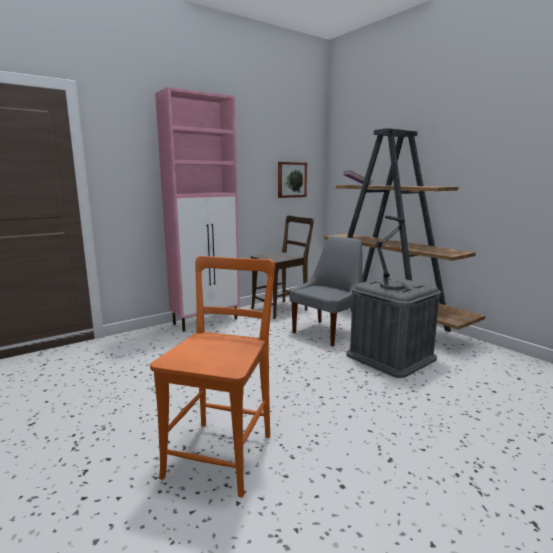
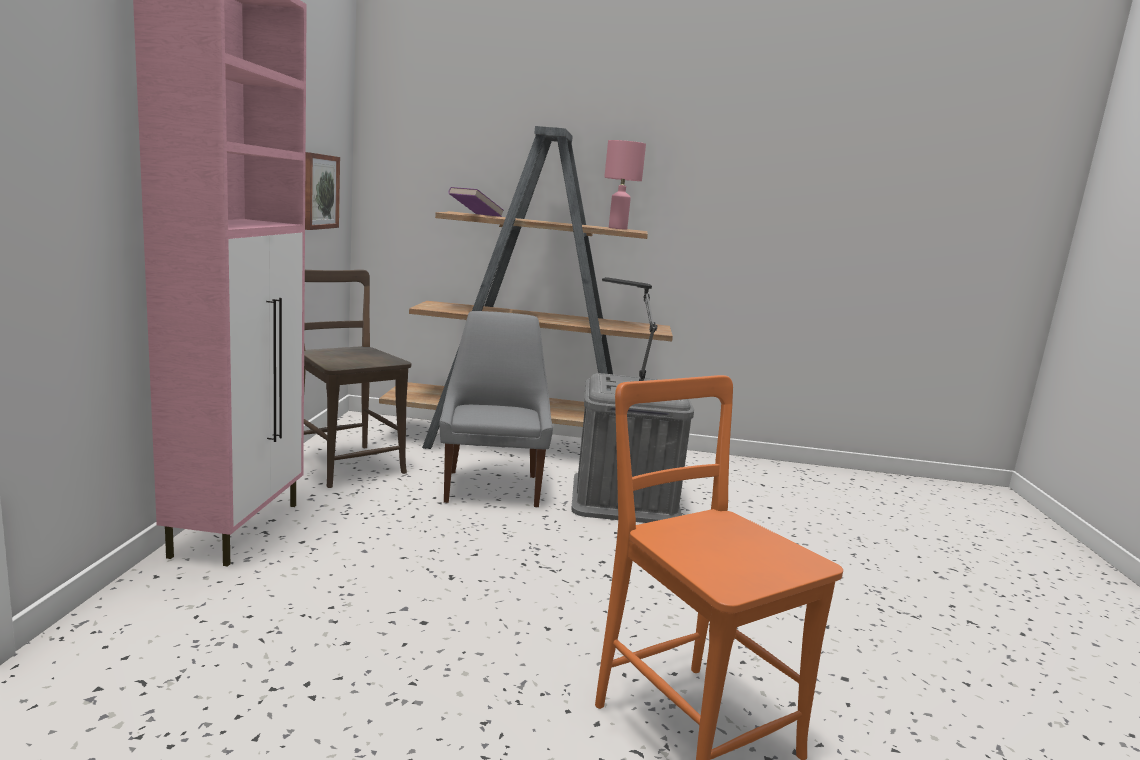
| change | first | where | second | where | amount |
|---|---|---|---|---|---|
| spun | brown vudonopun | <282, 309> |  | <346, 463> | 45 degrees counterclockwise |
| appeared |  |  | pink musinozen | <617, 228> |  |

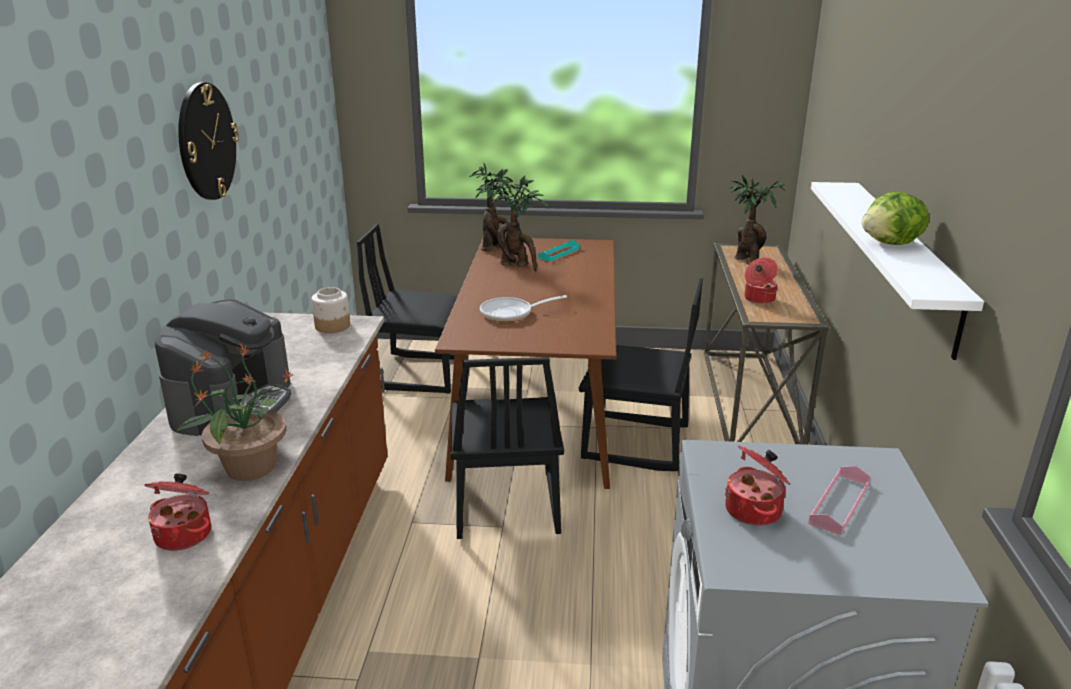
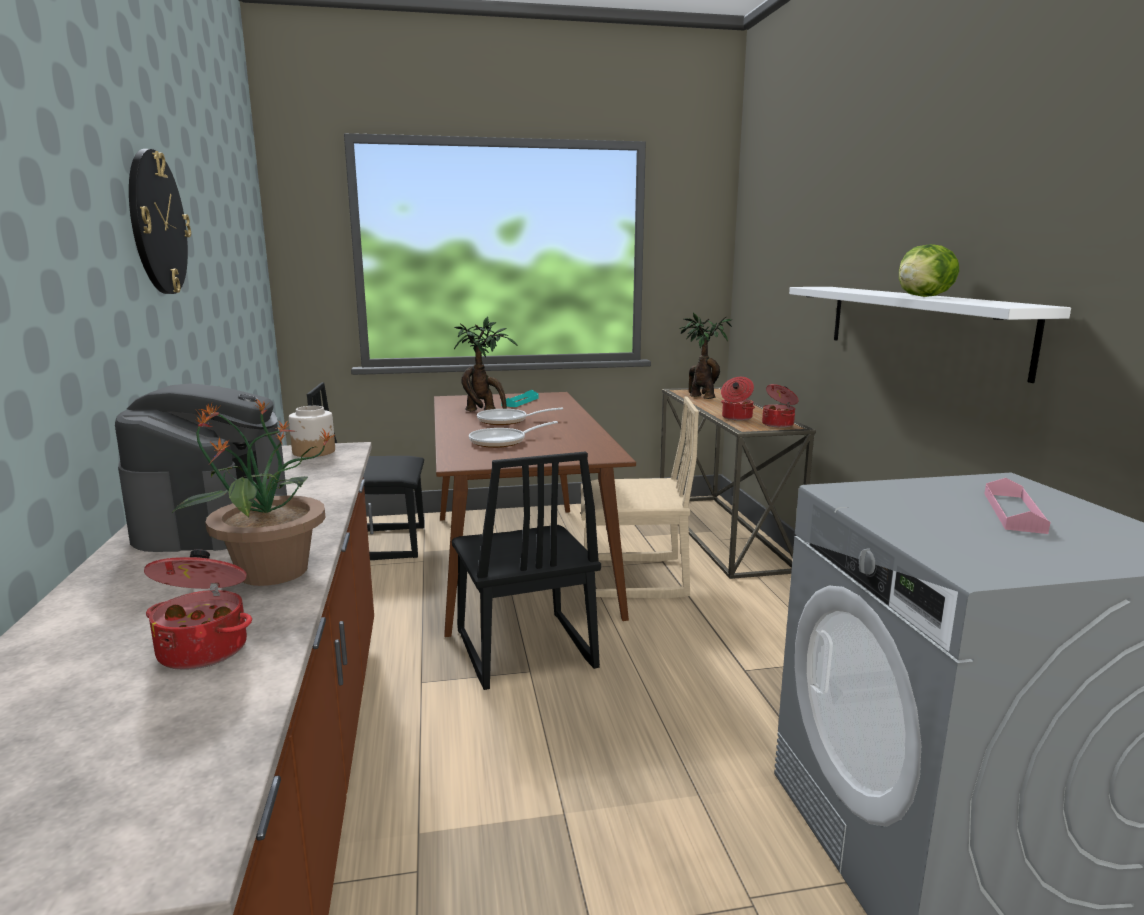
| change | first | where | second | where | amount |
|---|---|---|---|---|---|
| missing | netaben | <494, 247> |  |  |  |
| colour | black vudonopun | <635, 443> | beige vudonopun | <633, 578> |  |
| relocated | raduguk | <754, 510> |  | <778, 424> |  |
| appeared |  |  | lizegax | <507, 421> |  |

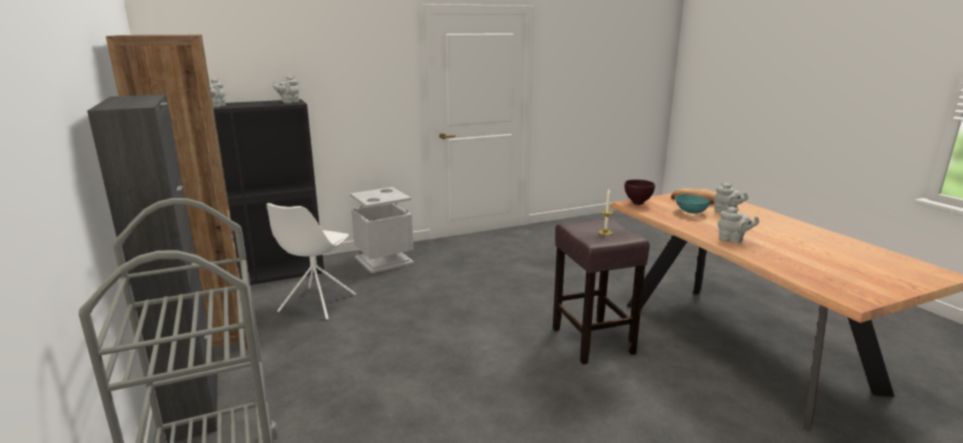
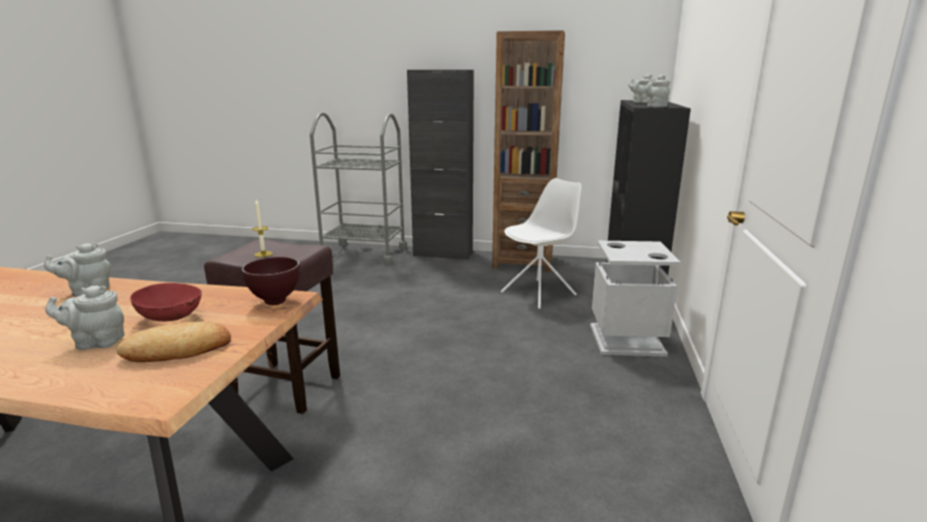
| change | first | where | second | where | amount |
|---|---|---|---|---|---|
| spun | white vudonopun | <316, 304> |  | <539, 293> | 90 degrees clockwise |
| colour | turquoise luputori | <690, 212> | red luputori | <172, 317> |  |

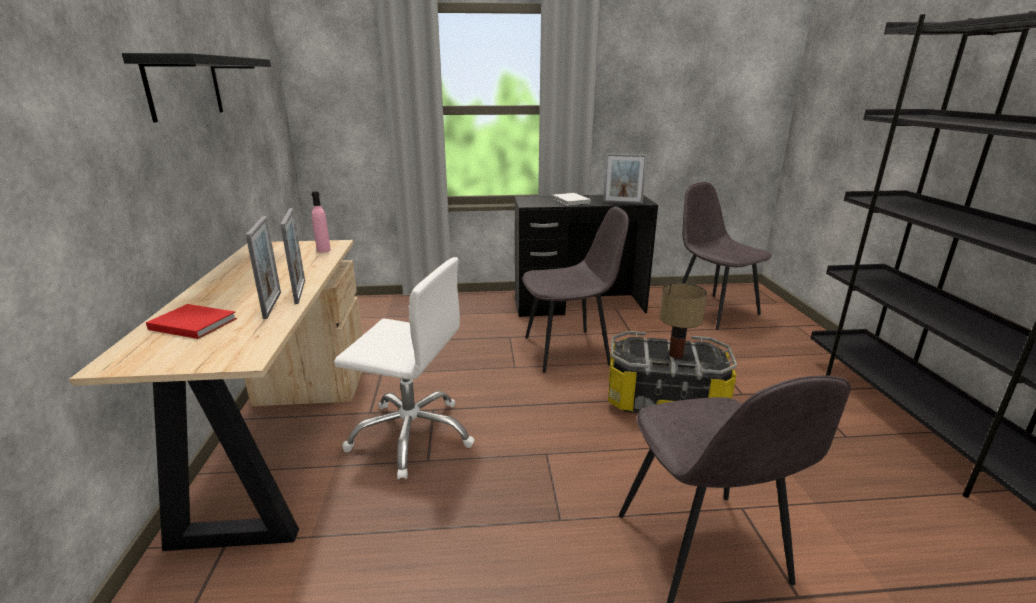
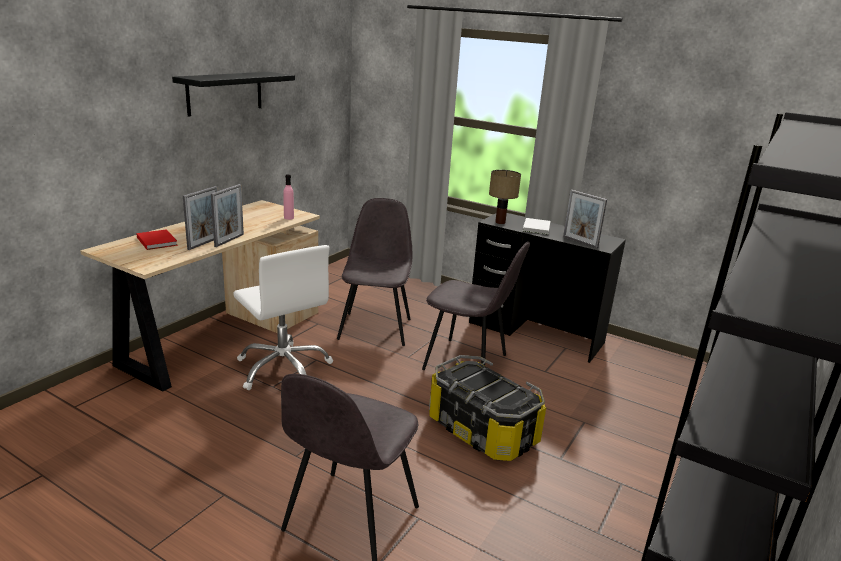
| change | first | where | second | where | amount |
|---|---|---|---|---|---|
| relocated | musinozen | <675, 354> |  | <500, 222> |  |
| relocated | grey vudonopun | <713, 311> |  | <375, 328> |  |

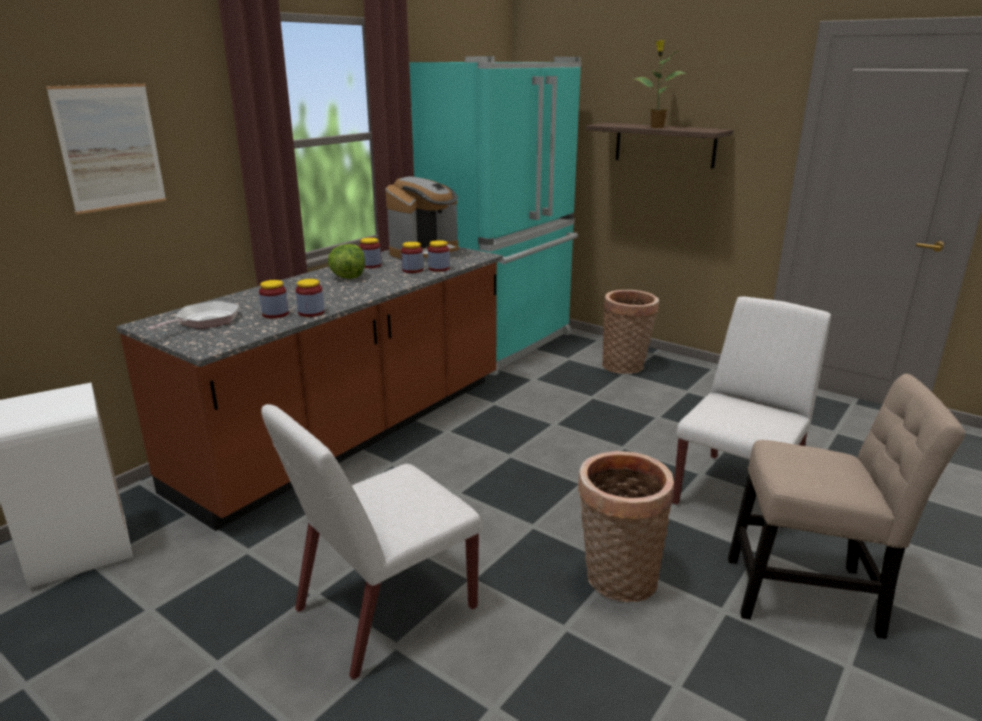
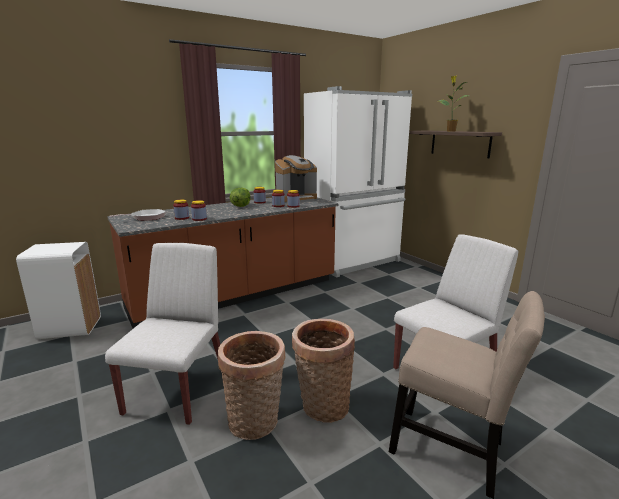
| change | first | where | second | where | amount |
|---|---|---|---|---|---|
| missing | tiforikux | <110, 147> |  |  |  |
| spun | white vudonopun | <384, 610> |  | <178, 389> | 120 degrees clockwise |
| colour | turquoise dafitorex | <502, 344> | white dafitorex | <354, 261> |  |
| relocated | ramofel | <625, 366> |  | <255, 423> |  |

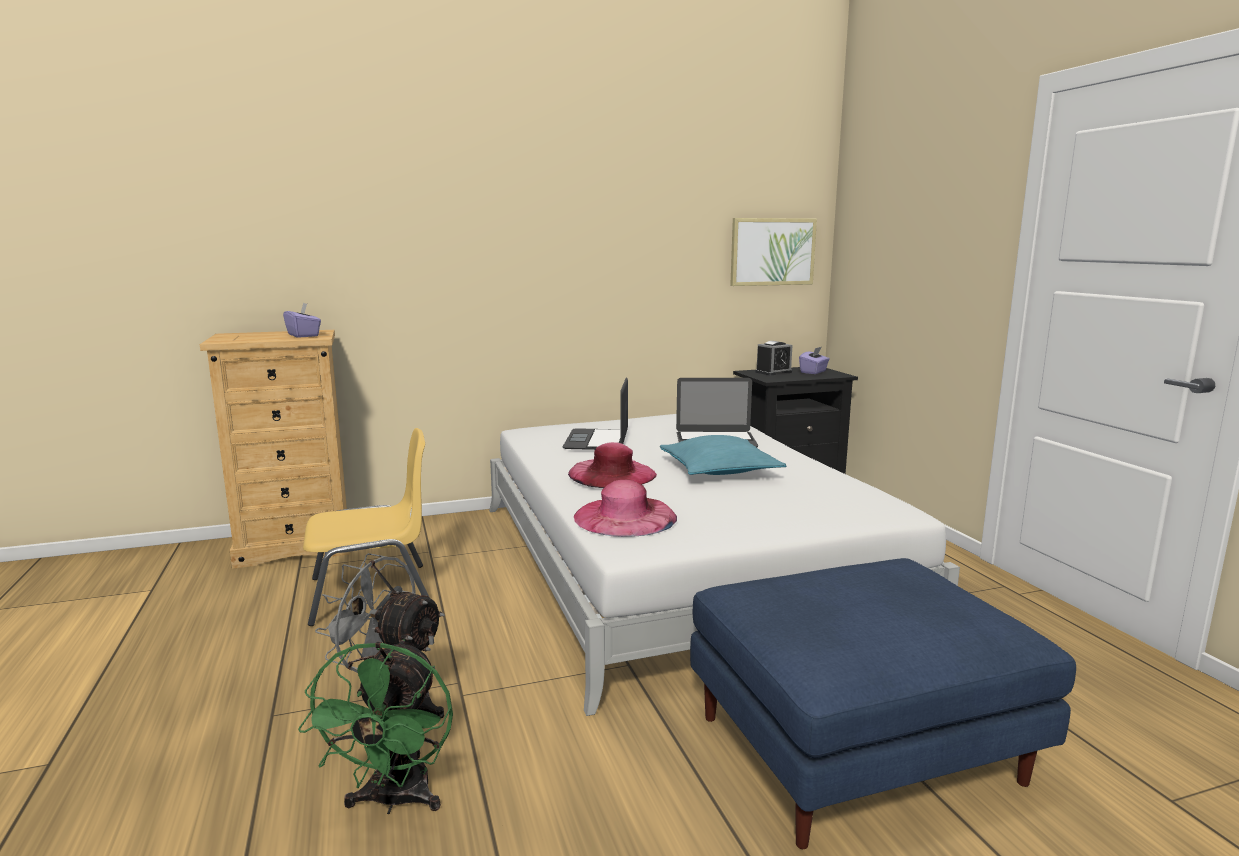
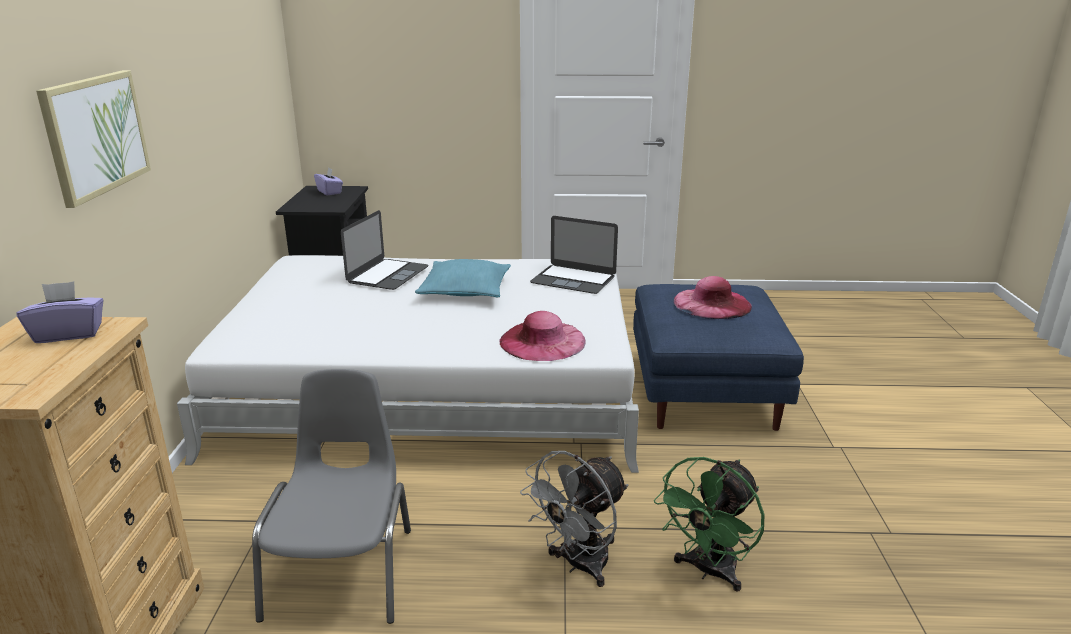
| change | first | where | second | where | amount |
|---|---|---|---|---|---|
| spun | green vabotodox | <394, 801> |  | <708, 571> | 105 degrees clockwise |
| colour | yellow vudonopun | <373, 593> | grey vudonopun | <343, 571> |  |
| relocated | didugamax | <597, 440> |  | <573, 279> |  |
| relocated | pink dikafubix | <612, 474> |  | <712, 303> |  |
| relocated | tiforikux | <772, 252> |  | <95, 134> |  |
| missing | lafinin | <773, 372> |  |  |  |

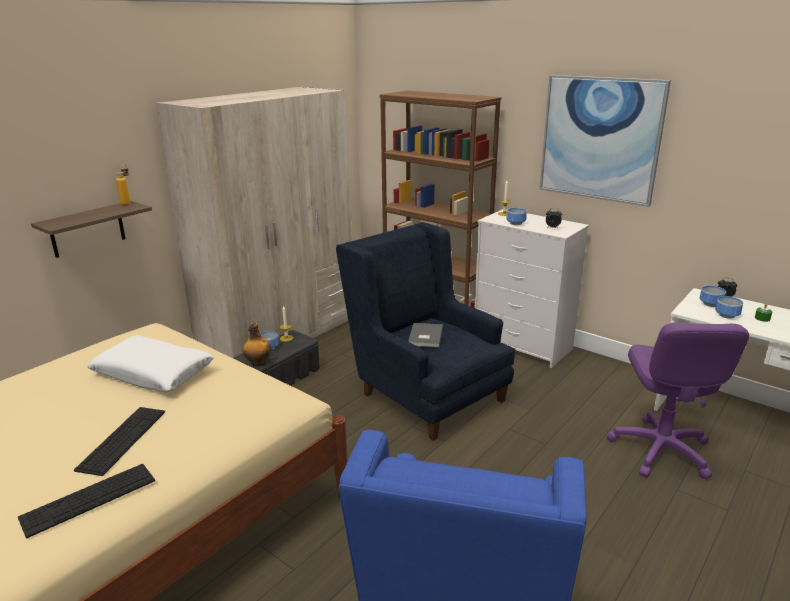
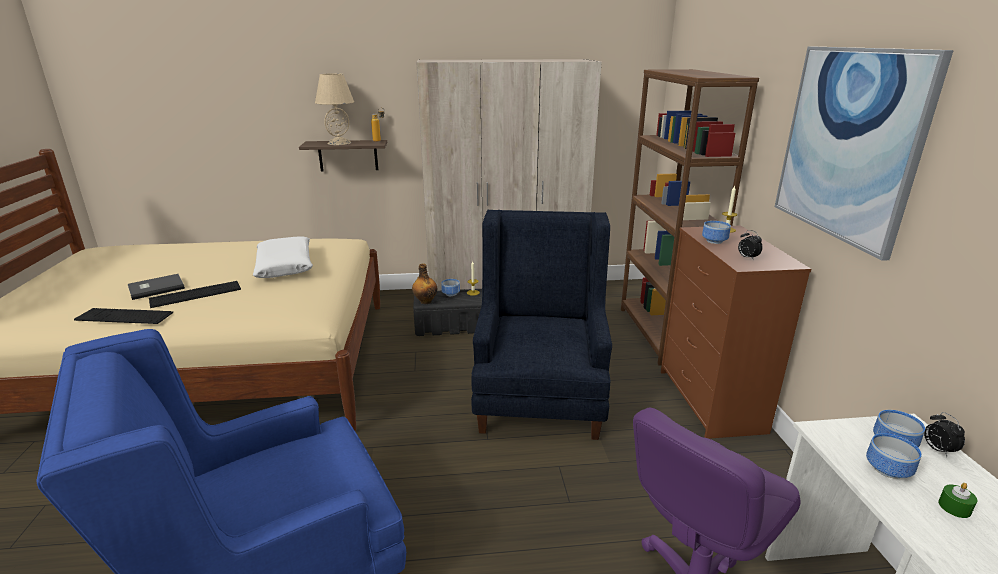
| change | first | where | second | where | amount |
|---|---|---|---|---|---|
| relocated | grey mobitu | <424, 337> |  | <155, 288> |  |
| colour | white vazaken | <523, 345> | brown vazaken | <711, 401> |  |
| appeared |  |  | beige musinozen | <339, 143> |  |

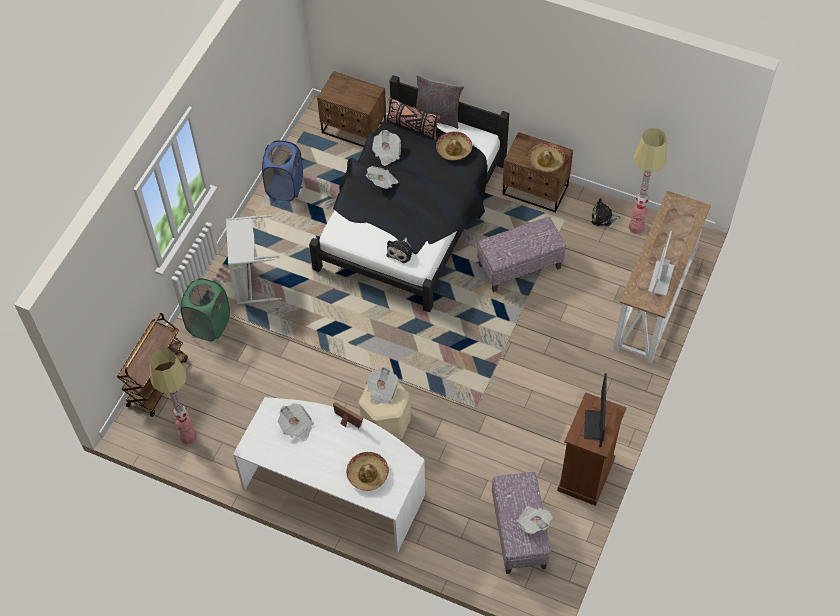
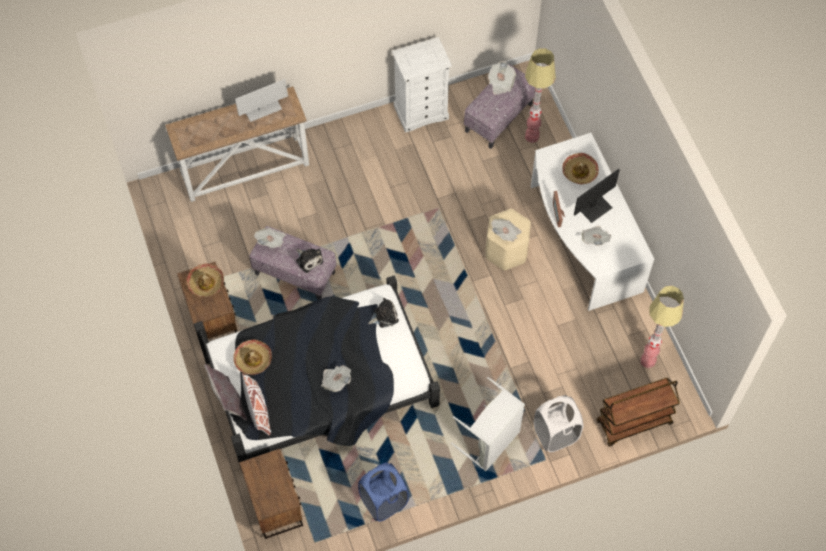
| change | first | where | second | where | amount |
|---|---|---|---|---|---|
| colour | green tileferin | <209, 324> | white tileferin | <555, 434> |  |
| relocated | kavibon | <387, 153> |  | <271, 241> |  |
| colour | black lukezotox | <412, 126> | white lukezotox | <258, 410> |  |
| colour | brown vazaken | <586, 475> | white vazaken | <421, 112> |  |
| relocated | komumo | <595, 425> |  | <596, 208> |  |
| relocated | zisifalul | <603, 217> |  | <308, 260> |  |
| relocated | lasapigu | <636, 227> |  | <532, 136> |  |

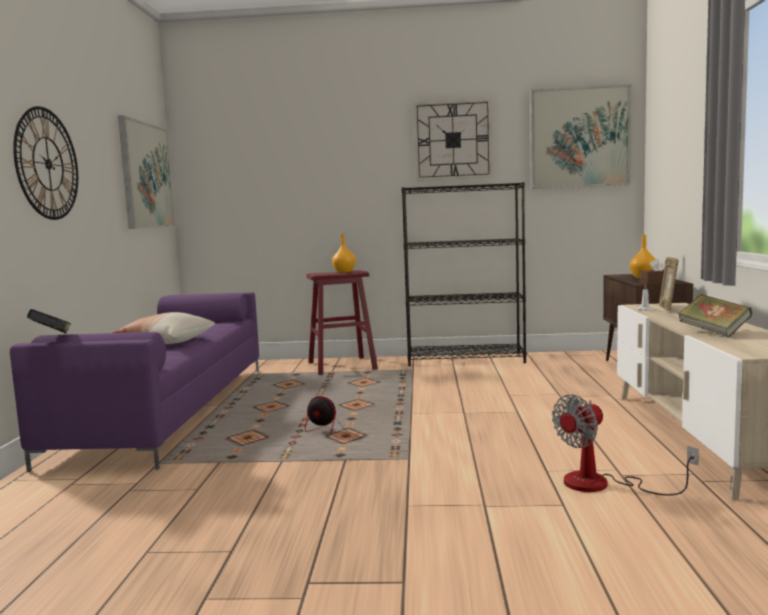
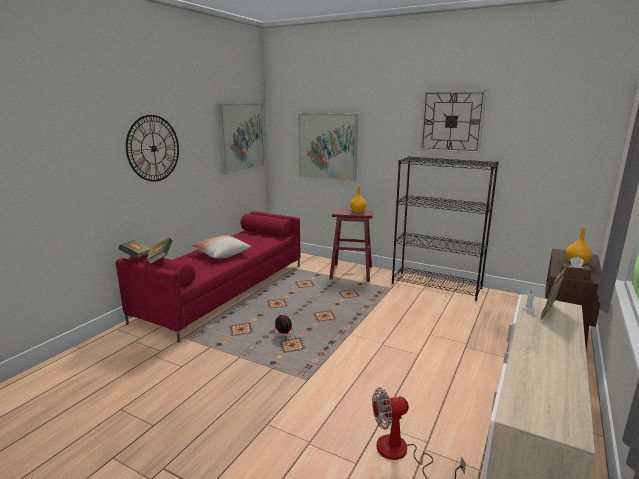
| change | first | where | second | where | amount |
|---|---|---|---|---|---|
| colour | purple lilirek | <169, 409> | red lilirek | <225, 290> |  |
| relocated | tiforikux | <579, 138> |  | <327, 146> |  |
| relocated | mobitu | <713, 332> |  | <160, 259> |  |

